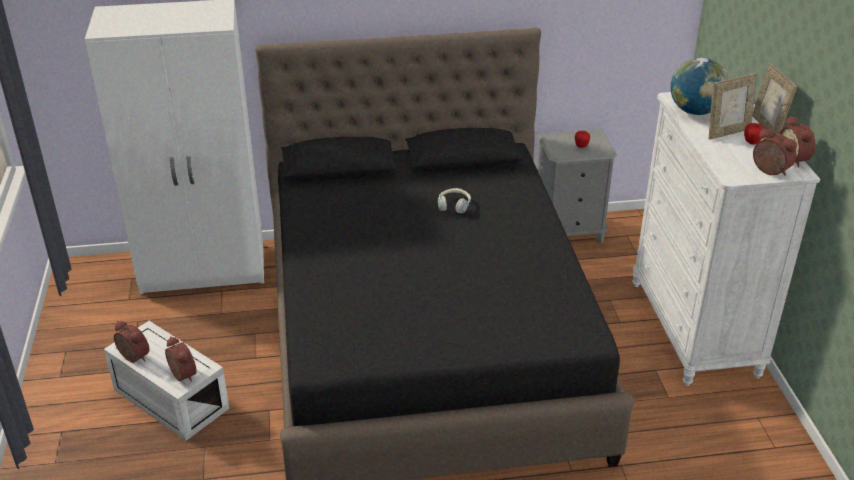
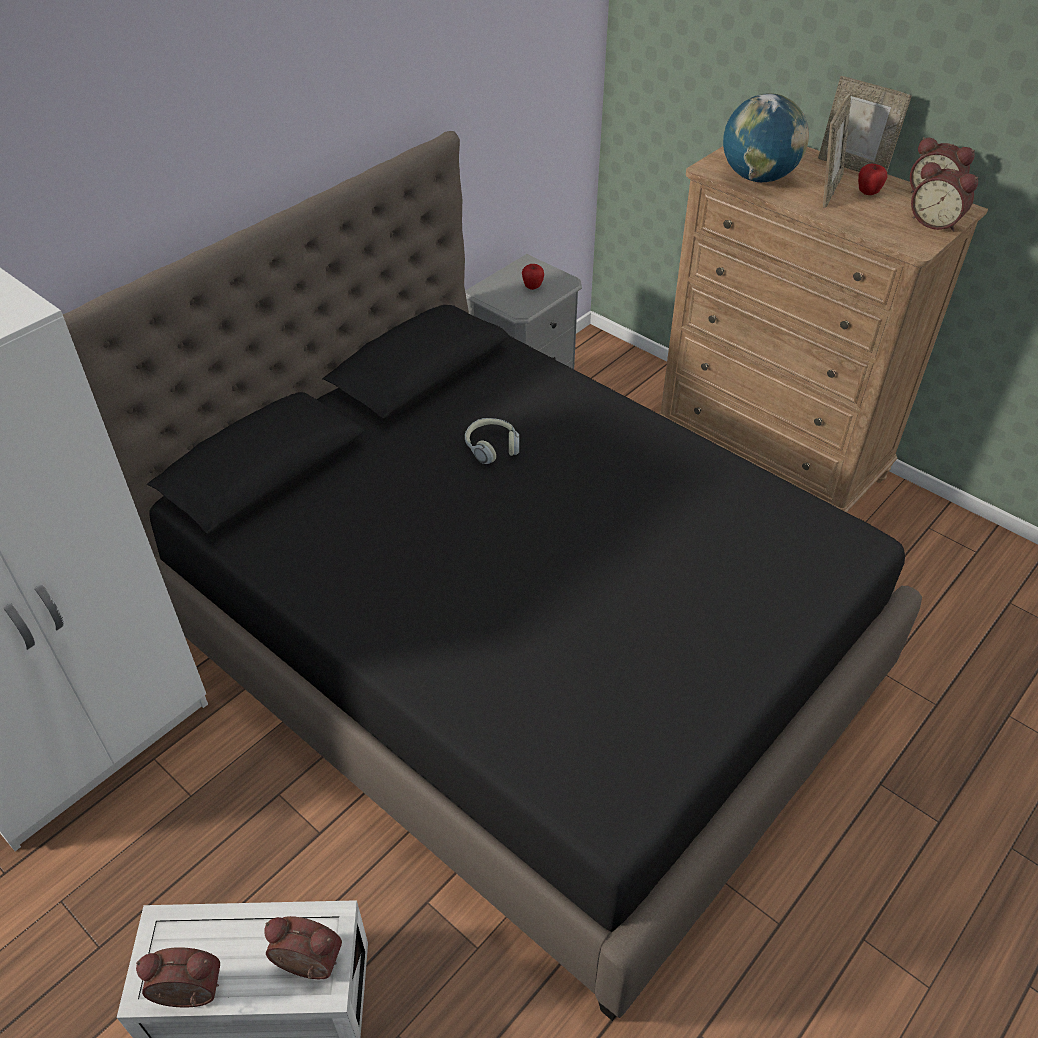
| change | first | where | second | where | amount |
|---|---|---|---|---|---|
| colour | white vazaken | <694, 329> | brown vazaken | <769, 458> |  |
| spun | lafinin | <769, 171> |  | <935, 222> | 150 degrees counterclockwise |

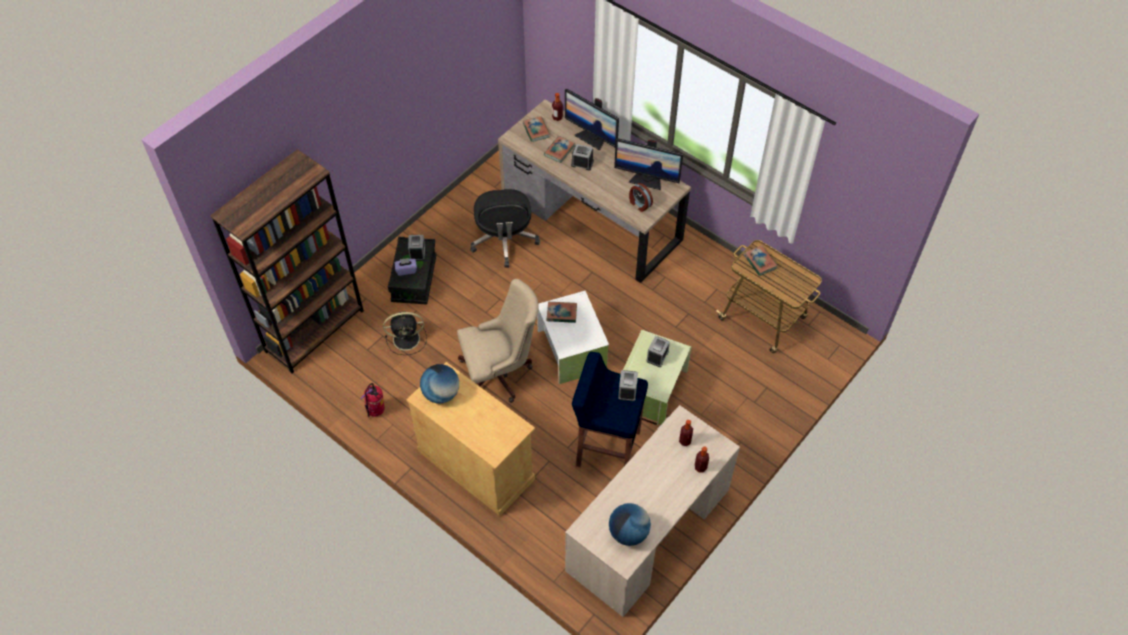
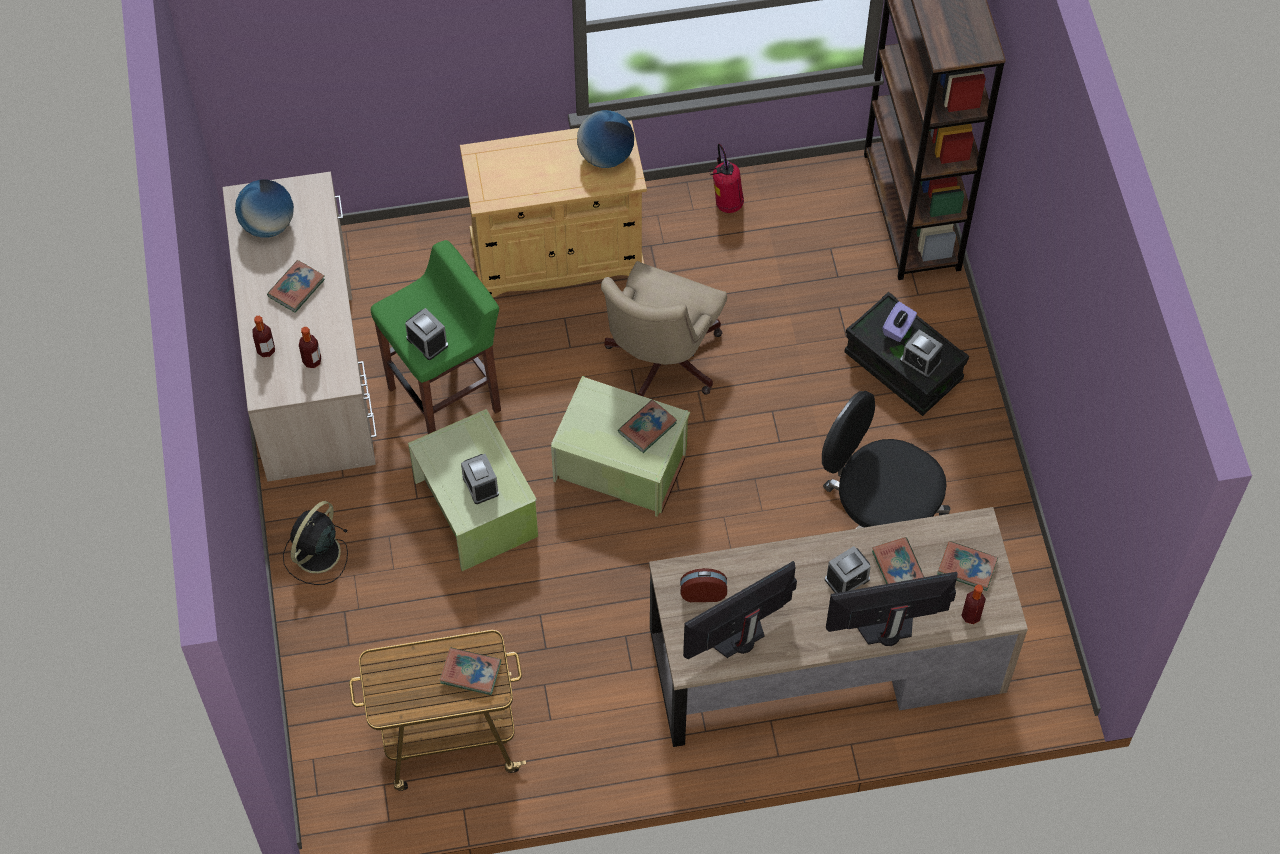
| change | first | where | second | where | amount |
|---|---|---|---|---|---|
| relocated | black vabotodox | <407, 339> |  | <316, 554> |  |
| colour | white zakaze | <572, 349> | green zakaze | <620, 467> |  |
| colour | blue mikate | <607, 448> | green mikate | <446, 399> |  |
| appeared |  |  | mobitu | <296, 288> |  |

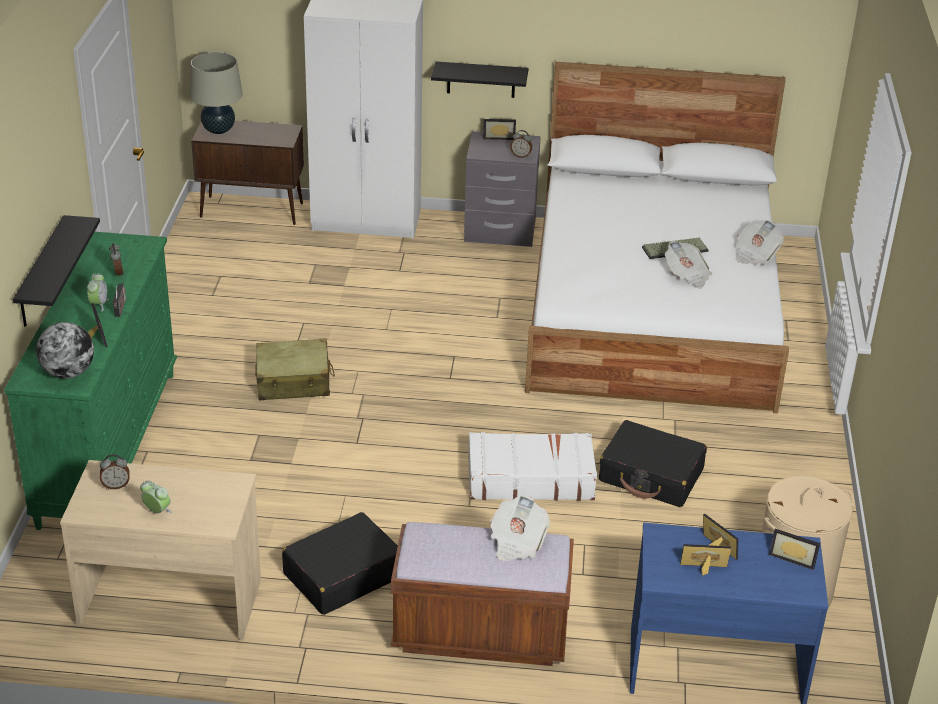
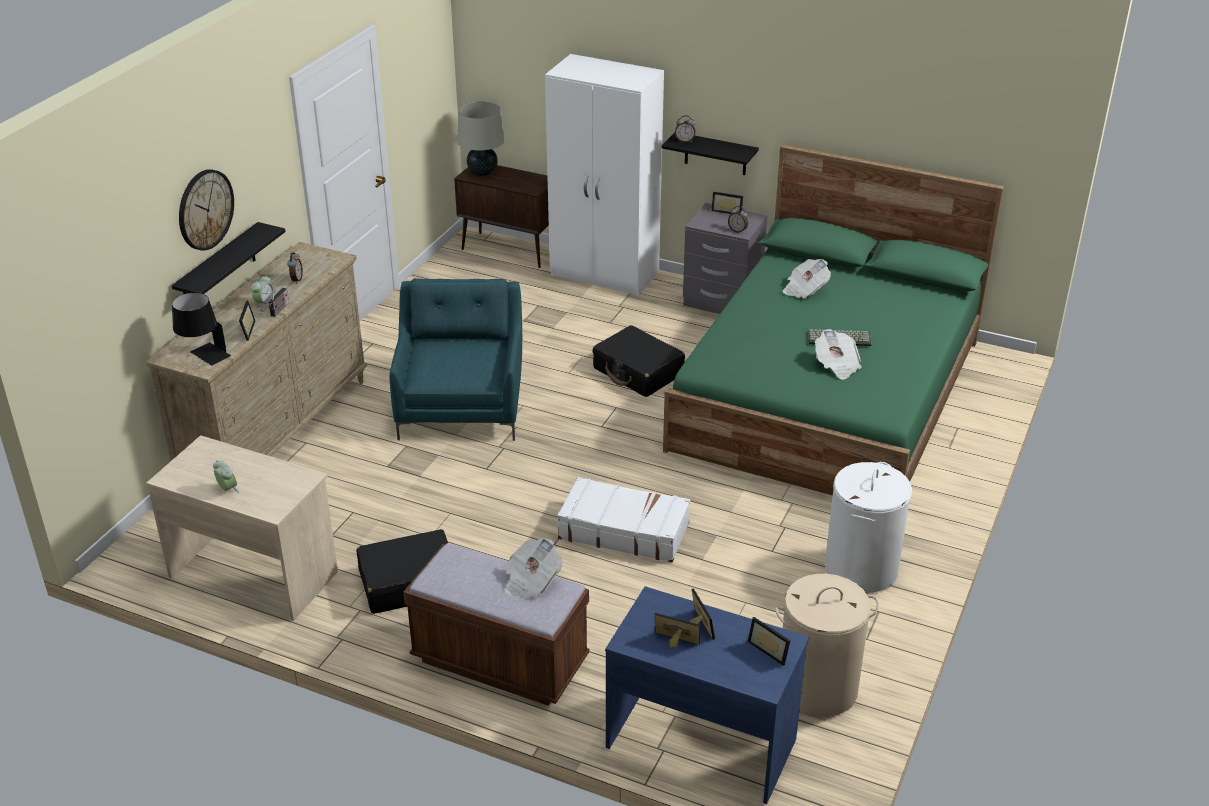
| change | first | where | second | where | amount |
|---|---|---|---|---|---|
| colour | green vazaken | <109, 446> | beige vazaken | <278, 433> |  |
| exchanged | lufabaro | <68, 373> | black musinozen | <203, 357> |  |
| relocated | lafinin | <116, 485> |  | <685, 141> |  |
| exchanged | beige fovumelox | <294, 381> | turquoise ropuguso | <462, 405> |  |
| colour | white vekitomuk | <652, 308> | green vekitomuk | <829, 394> |  |
| relocated | black fovumelox | <651, 476> |  | <638, 372> |  |
| relocated | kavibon | <755, 254> |  | <805, 289> |  |
| appeared |  |  | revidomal | <205, 209> |  |
| appeared |  |  | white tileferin | <861, 569> |  |

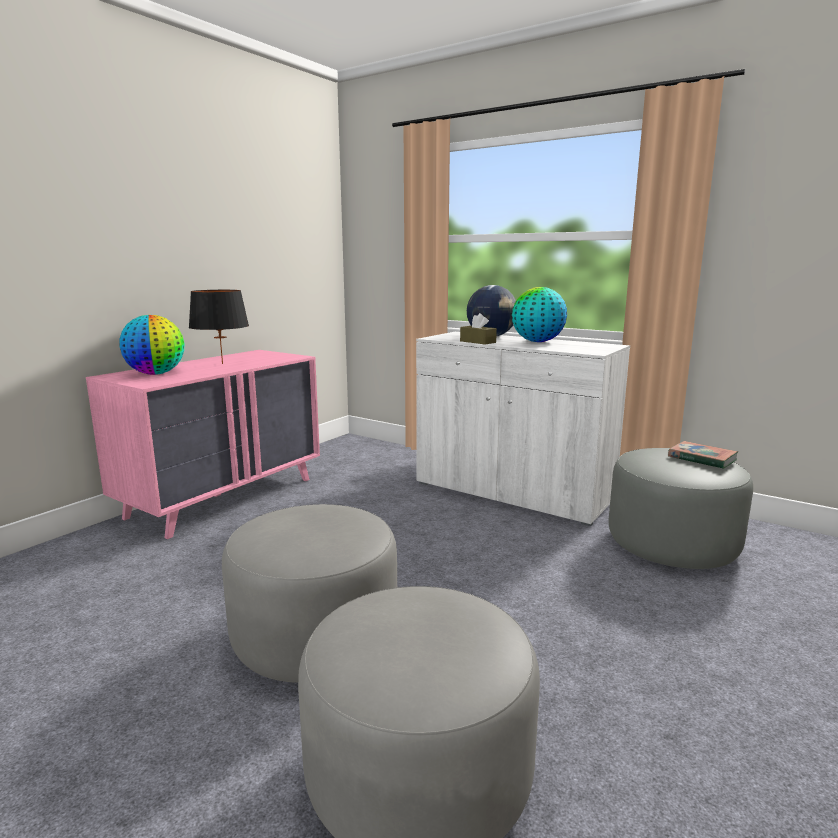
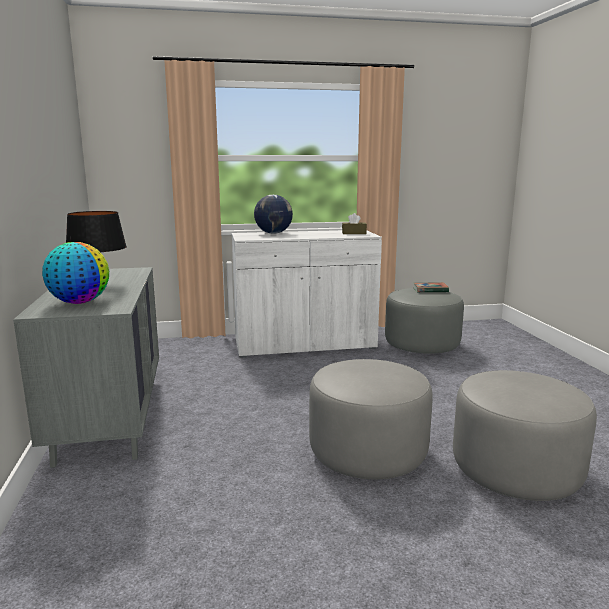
| change | first | where | second | where | amount |
|---|---|---|---|---|---|
| colour | pink vazaken | <224, 497> | grey vazaken | <110, 416> |  |
| relocated | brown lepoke | <477, 342> |  | <354, 233> |  |
| missing | lufabaro | <537, 342> |  |  |  |

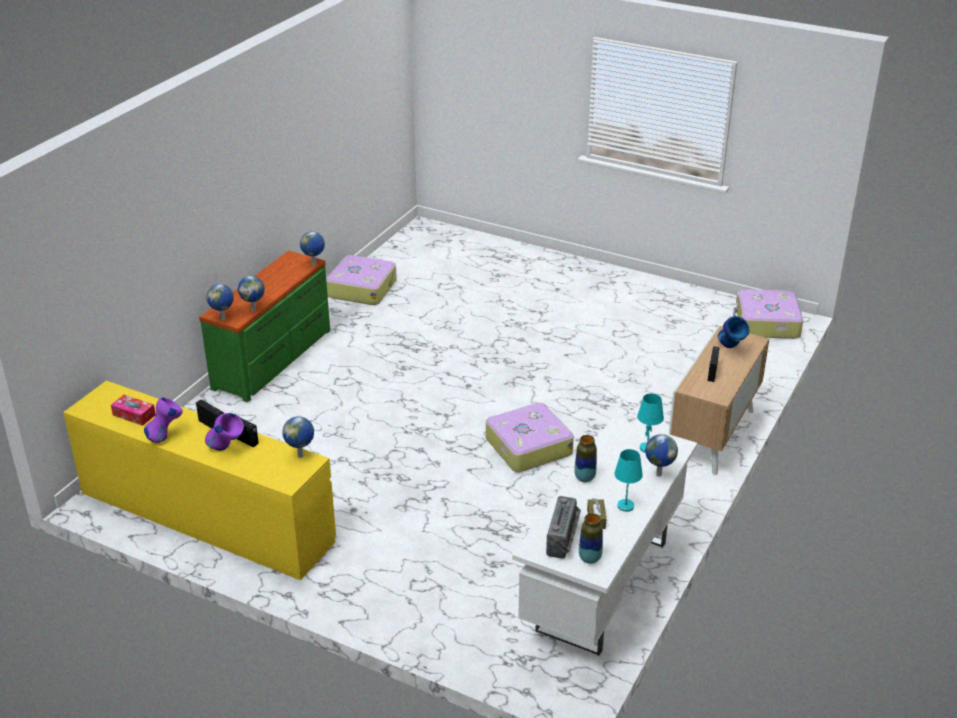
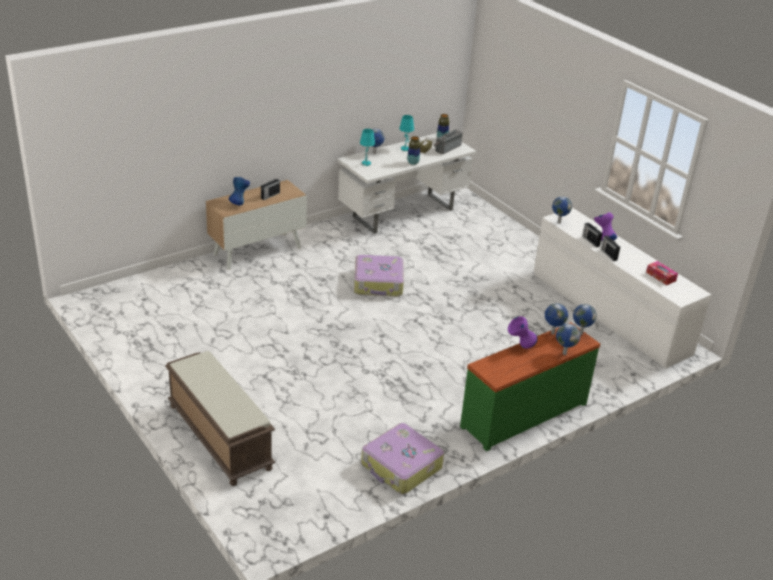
| change | first | where | second | where | amount |
|---|---|---|---|---|---|
| colour | yellow vazaken | <205, 516> | white vazaken | <609, 313> |  |
| relocated | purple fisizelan | <166, 437> |  | <520, 346> |  |
| relocated | lufabaro | <314, 265> |  | <564, 353> |  |
| missing | fovumelox | <766, 323> |  |  |  |
| appeared |  |  | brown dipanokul | <218, 436> |  |

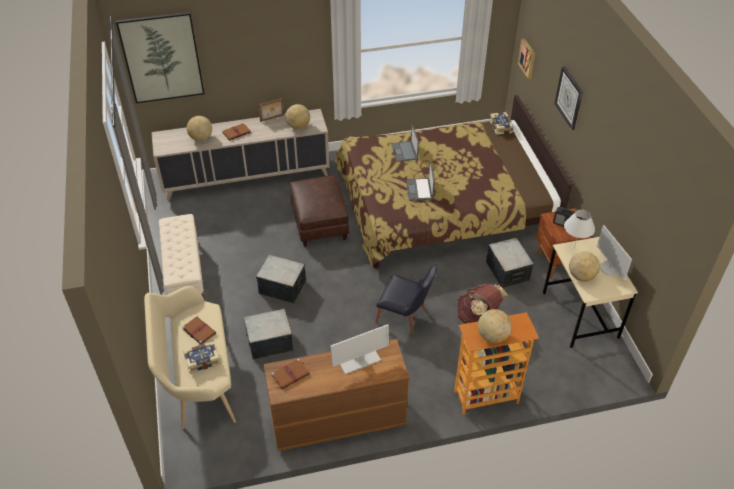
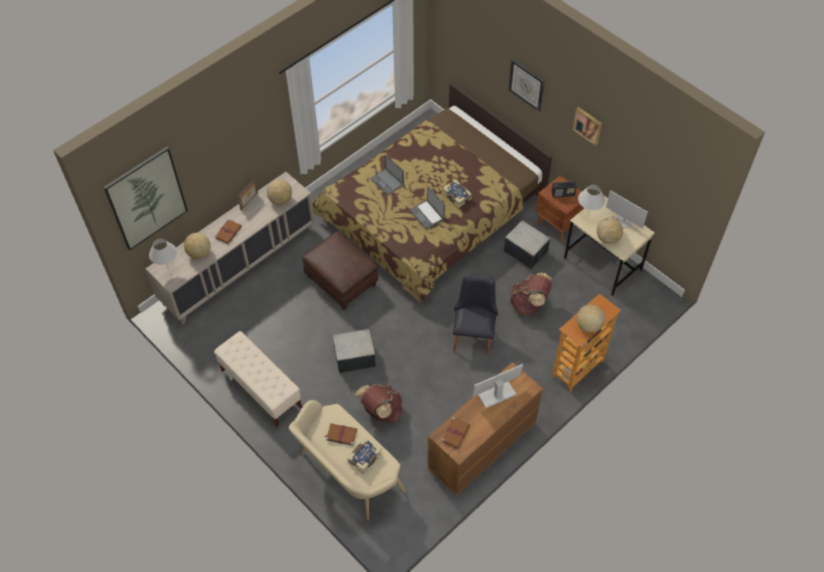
| change | first | where | second | where | amount |
|---|---|---|---|---|---|
| exchanged | zakaze | <269, 342> | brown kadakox | <381, 411> |  |
| spun | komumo | <358, 360> |  | <497, 394> | 150 degrees counterclockwise |
| spun | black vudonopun | <405, 318> |  | <474, 333> | 75 degrees counterclockwise |
| relocated | mobitu | <501, 127> |  | <457, 196> |  |
| relocated | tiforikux | <527, 58> |  | <588, 125> |  |
| appeared |  |  | white musinozen | <169, 270> |  |

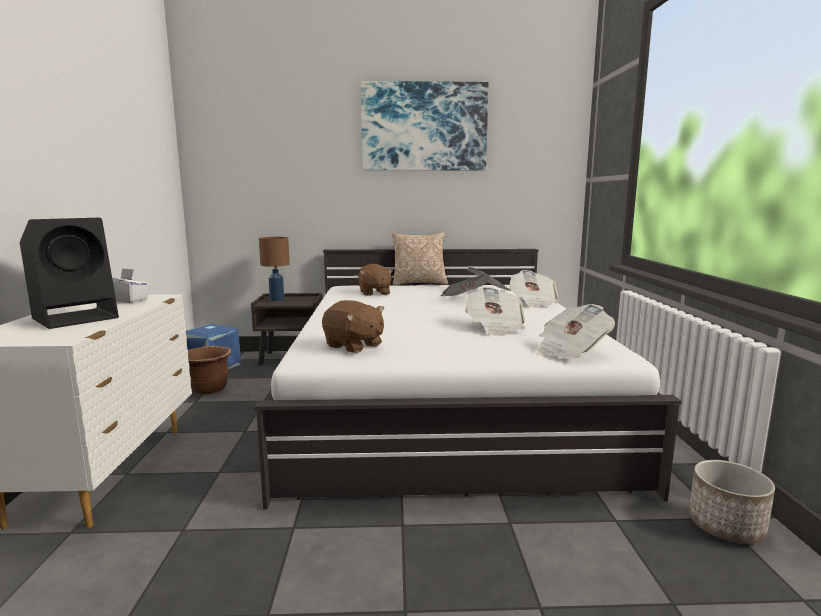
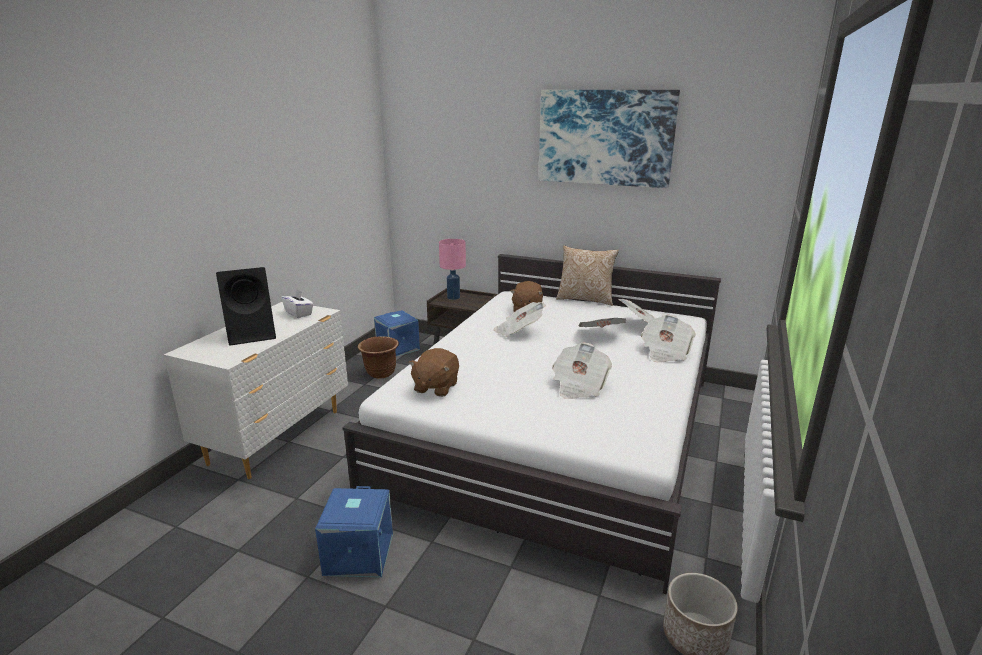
| change | first | where | second | where | amount |
|---|---|---|---|---|---|
| colour | brown musinozen | <277, 300> | pink musinozen | <453, 297> |  |
| spun | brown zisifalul | <354, 346> |  | <435, 387> | 45 degrees clockwise |
| relocated | kavibon | <570, 351> |  | <518, 331> |  |
| appeared |  |  | blue zakaze | <357, 554> |  |

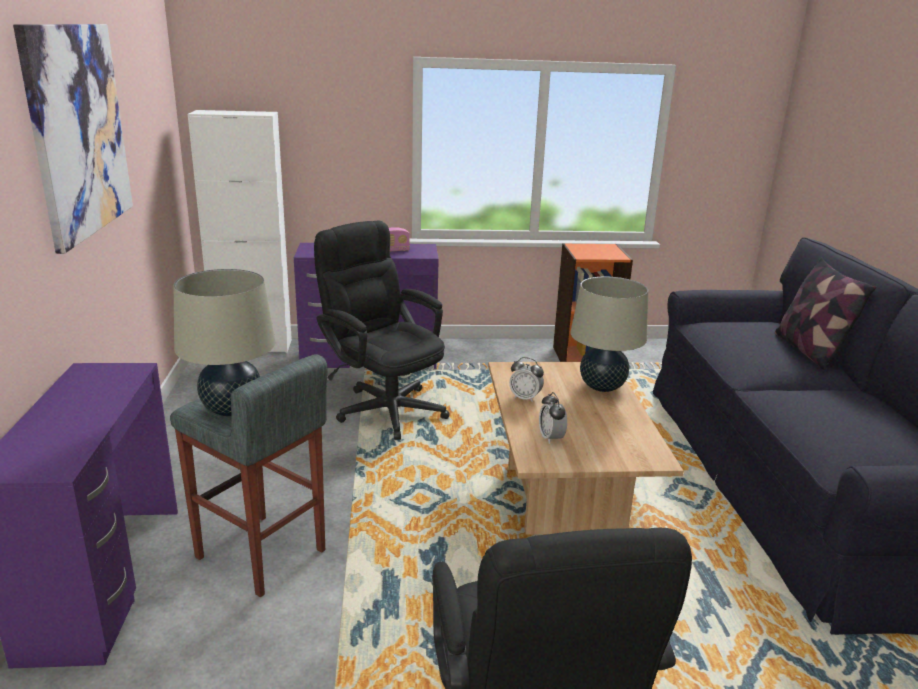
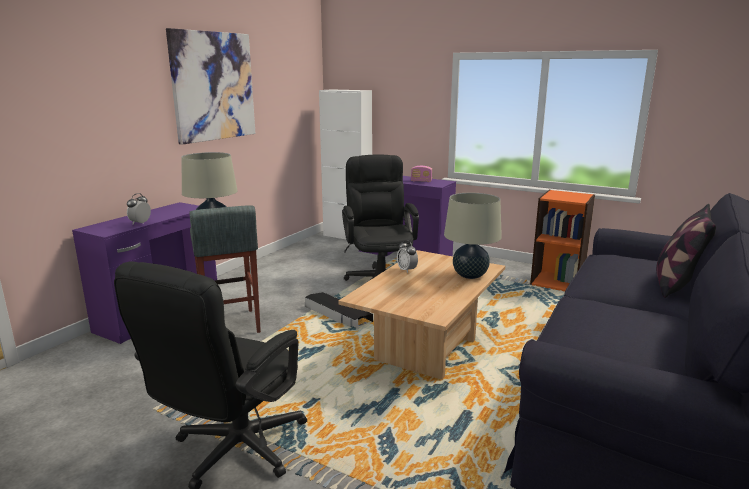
| change | first | where | second | where | amount |
|---|---|---|---|---|---|
| relocated | lafinin | <551, 438> |  | <140, 223> |  |
| appeared |  |  | black zakaze | <338, 315> |  |

